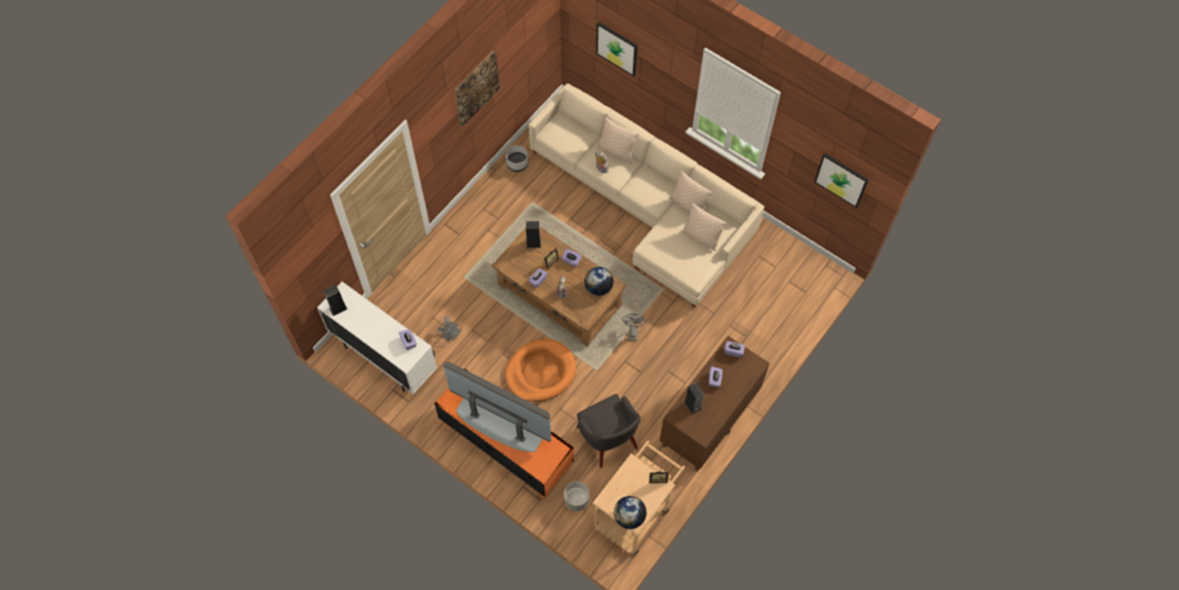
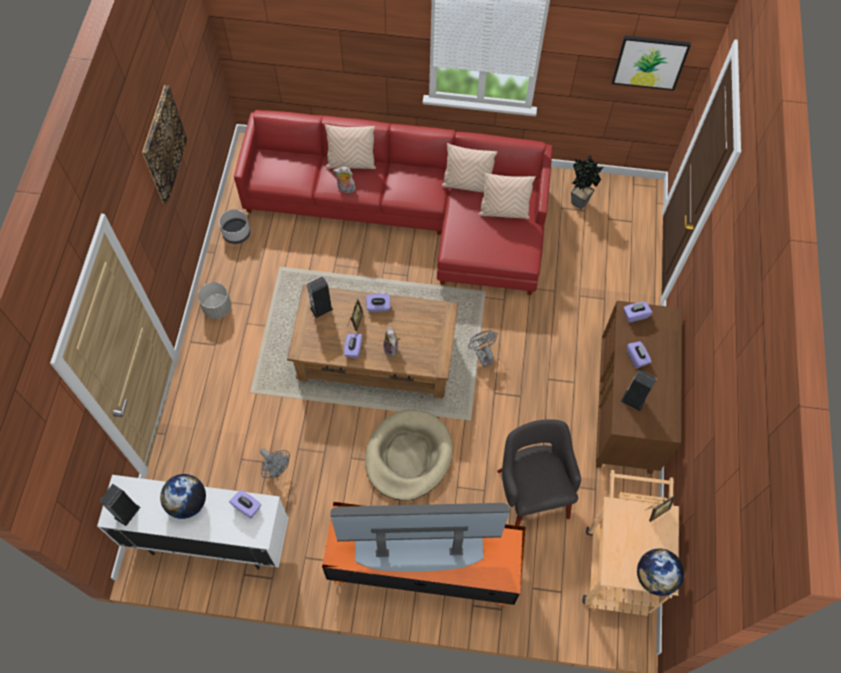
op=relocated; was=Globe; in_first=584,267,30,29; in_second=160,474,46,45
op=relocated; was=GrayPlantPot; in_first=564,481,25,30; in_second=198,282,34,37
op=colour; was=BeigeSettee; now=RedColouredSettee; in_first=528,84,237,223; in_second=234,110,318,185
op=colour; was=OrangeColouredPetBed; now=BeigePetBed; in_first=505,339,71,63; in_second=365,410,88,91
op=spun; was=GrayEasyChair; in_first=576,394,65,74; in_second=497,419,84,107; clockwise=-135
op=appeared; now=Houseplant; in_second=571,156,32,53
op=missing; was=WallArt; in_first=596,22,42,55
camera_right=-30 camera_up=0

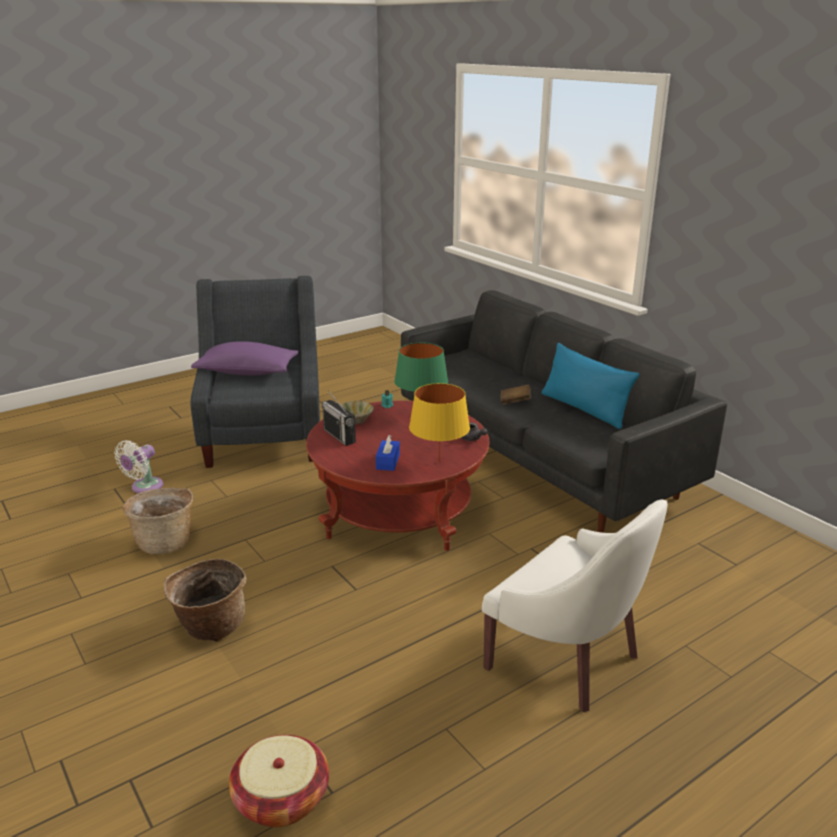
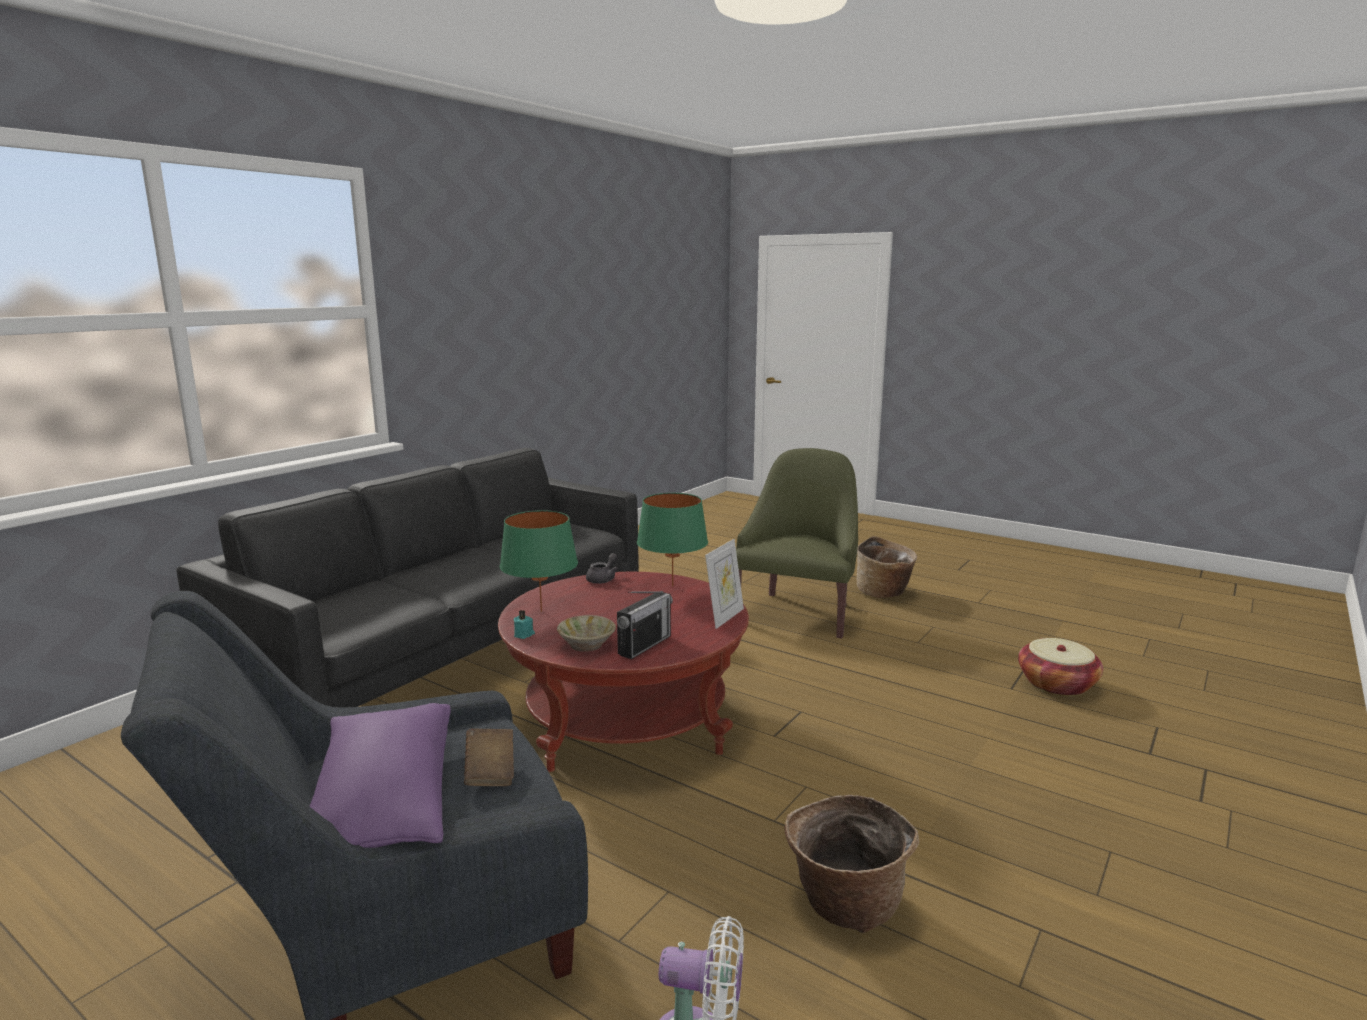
op=relocated; was=BrownBoundBook; in_first=501,384,30,21; in_second=464,728,50,58
op=colour; was=YellowColouredLampForATable; now=GreenColouredLampForATable; in_first=409,383,61,80; in_second=637,493,71,93
op=appeared; now=PhotoFrame; in_second=705,539,39,90
op=colour; was=WhiteEasyChair; now=GreenColouredEasyChair; in_first=482,499,186,213; in_second=736,448,122,190
op=relocated; was=HouseholdBasket; in_first=164,559,82,83; in_second=857,536,60,62
op=missing; was=BlueColouredTissueHolder; in_first=376,435,24,36
op=missing; was=BlueColouredPillow; in_first=542,343,97,86
camera_right=-110 camera_up=-10

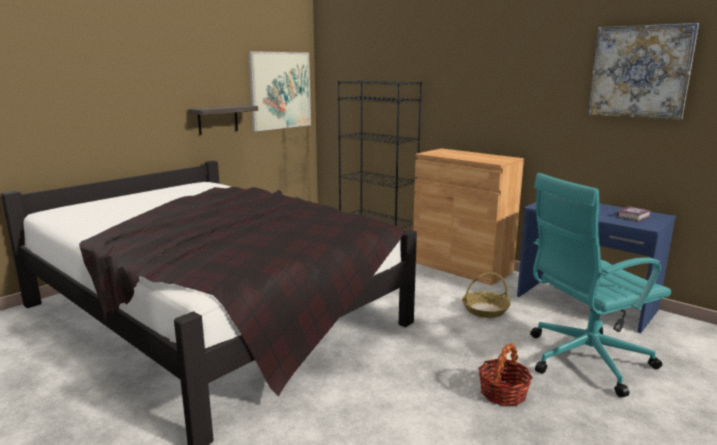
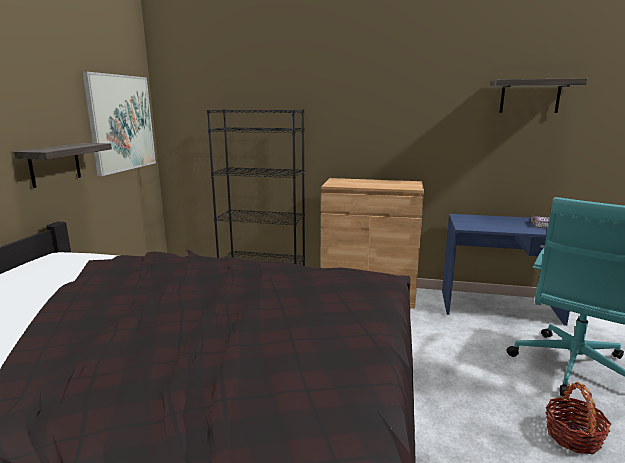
op=exchanged; was=WallArt; now=BracketShelf; in_first=588,23,111,97; in_second=490,78,97,35
op=missing; was=HouseholdBasket; in_first=462,272,49,46
camera_right=-30 camera_up=0

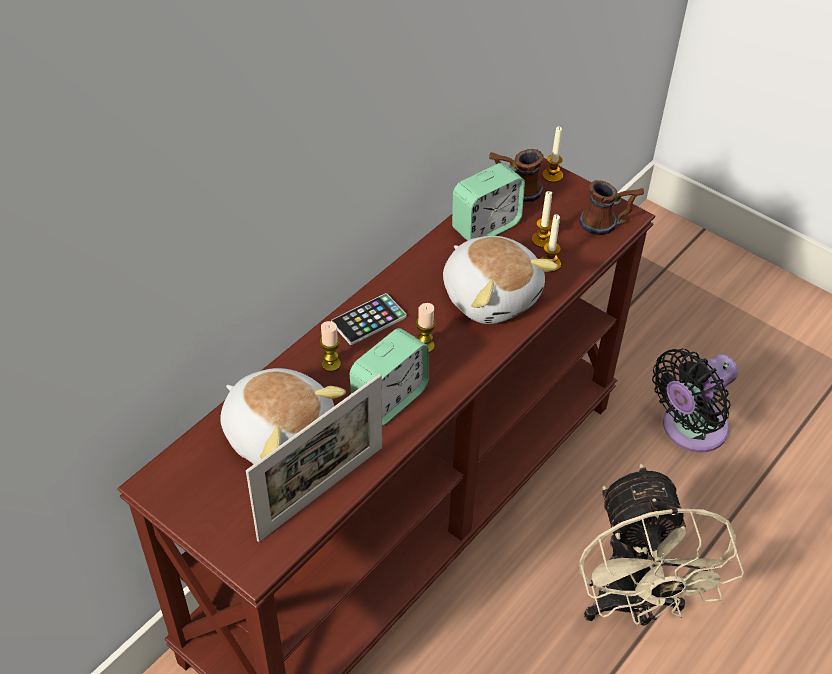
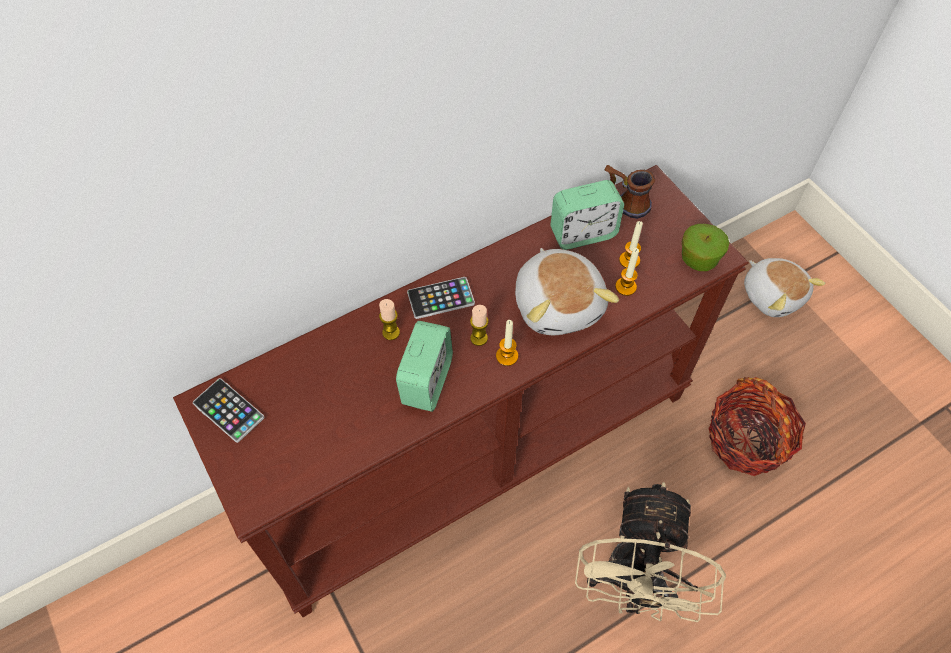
op=appeared; now=Handset; in_second=193,378,72,65
op=spun; was=AlarmClock; in_first=350,328,79,98; in_second=396,321,57,91; clockwise=-45
op=relocated; was=WaxLight; in_first=542,126,21,57; in_second=496,320,22,46
op=exchanged; was=CoffeeMug; now=WholeApple; in_first=579,180,65,55; in_second=682,224,47,47
op=exchanged; was=BlackColouredFan; now=HouseholdBasket; in_first=652,349,86,103; in_second=708,377,98,99
op=relocated; was=CuddlyToy; in_first=220,368,126,96; in_second=744,258,81,59
op=missing; was=PhotoFrame; in_first=246,374,136,168
camera_right=20 camera_up=10

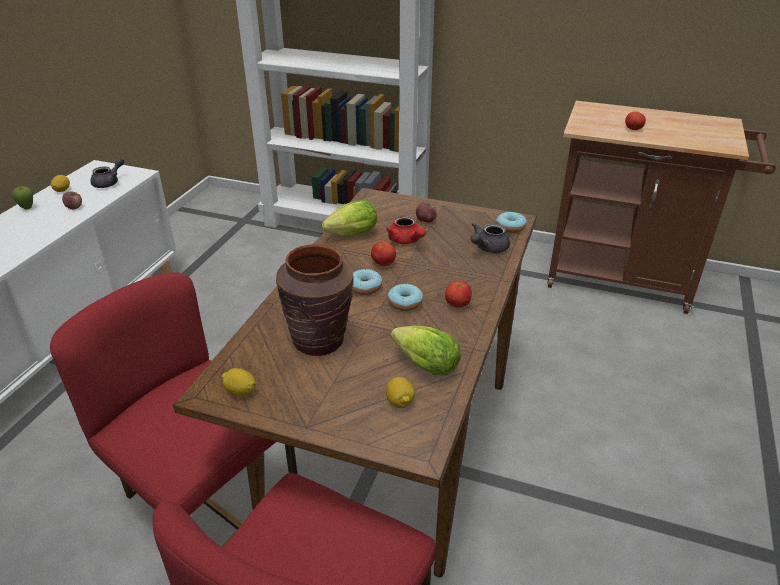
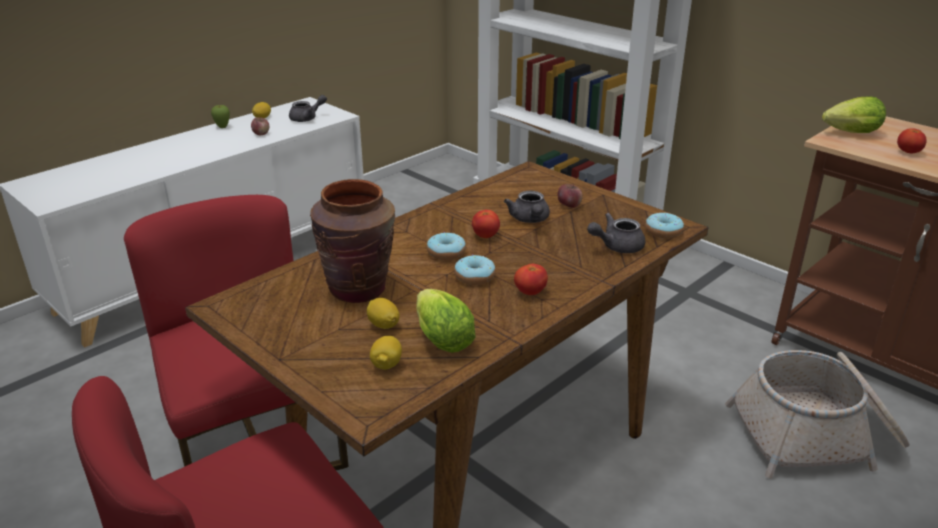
op=relocated; was=WholeLemon; in_first=222,368,34,28; in_second=367,298,33,31
op=colour; was=RedColouredPotForTea; now=GrayPotForTea; in_first=386,216,40,28; in_second=504,191,46,32
op=appeared; now=HouseholdBasket; in_second=725,350,185,129
op=relocated; was=HeadOfLettuce; in_first=322,200,55,35; in_second=822,96,64,37
camera_right=25 camera_up=-5

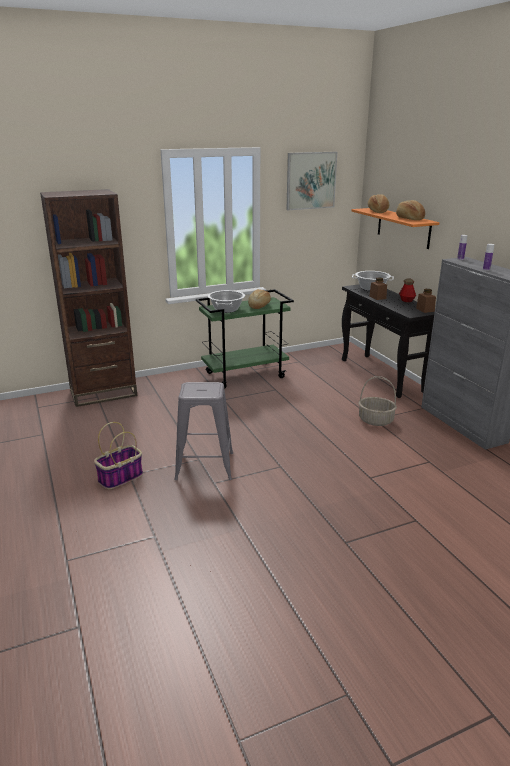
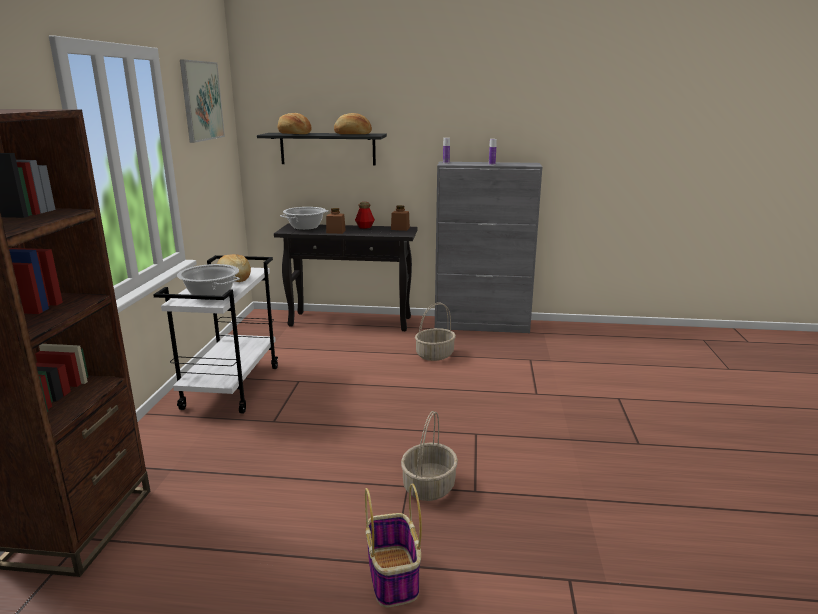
op=colour; was=GreenColouredWheeledCart; now=WhiteWheeledCart; in_first=196,289,98,100; in_second=153,255,125,159
op=colour; was=OrangeColouredBracketShelf; now=BlackColouredBracketShelf; in_first=351,208,89,41; in_second=257,133,130,33
op=exchanged; was=GraySittingStool; now=HouseholdBasket; in_first=174,382,59,98; in_second=401,411,57,90
camera_right=-60 camera_up=-5

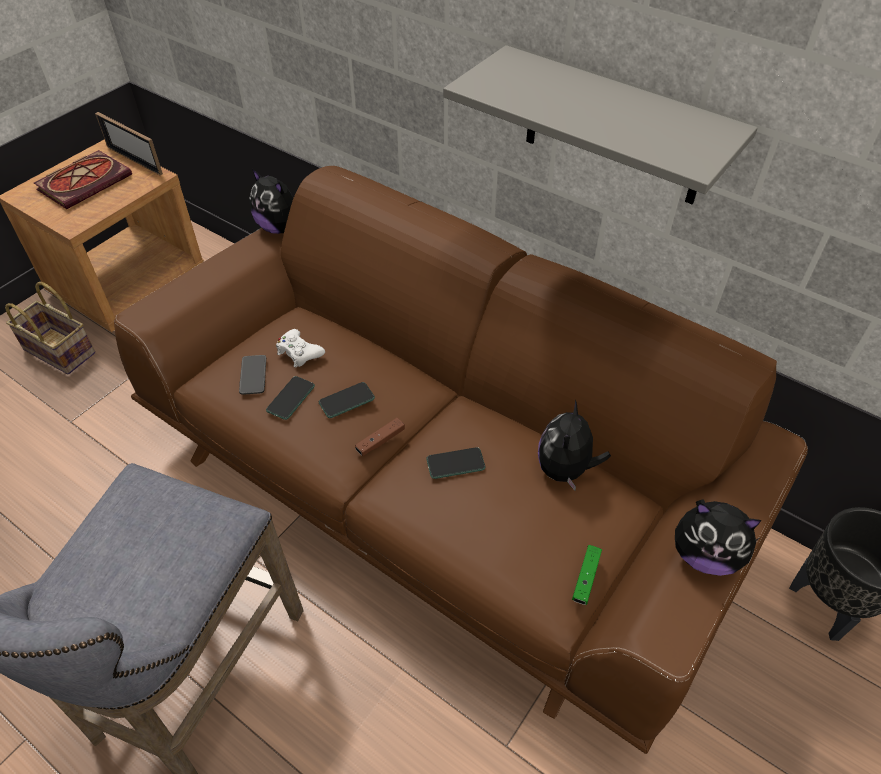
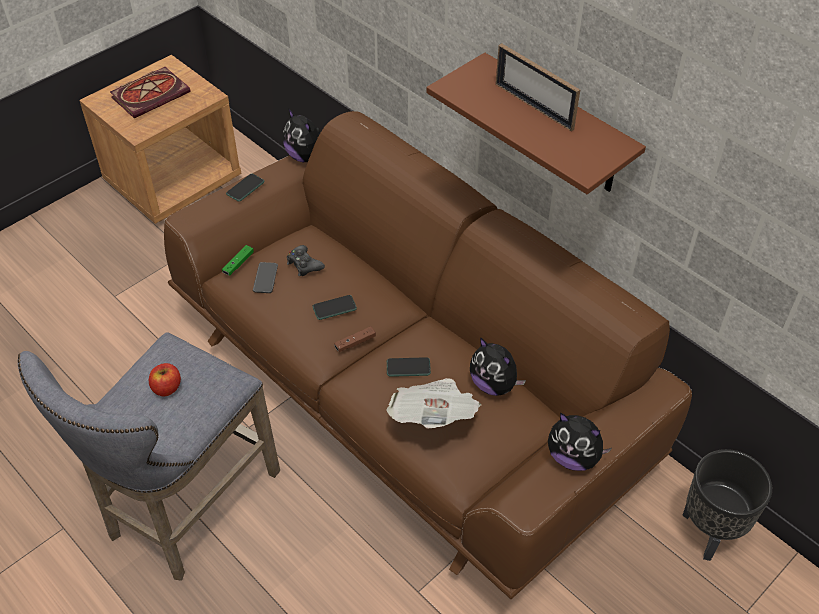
op=appeared; now=WholeApple; in_second=149,363,32,33
op=relocated; was=GreenColouredGamepad; in_first=572,545,30,60; in_second=222,245,32,31
op=relocated; was=Handset; in_first=266,376,49,44; in_second=226,174,38,28
op=colour; was=WhiteGamepad; now=BlackColouredGamepad; in_first=276,329,49,39; in_second=287,245,38,31
op=appeared; now=Newspaper; in_second=387,378,94,50
op=colour; was=GrayBracketShelf; now=BrownBracketShelf; in_first=443,45,315,159; in_second=426,53,220,141
op=spun; was=CuddlyToy; in_first=538,399,73,92; in_second=470,337,56,59; clockwise=-75
op=relocated; was=PhotoFrame; in_first=95,112,68,63; in_second=496,43,84,88
op=missing; was=HouseholdBasket; in_first=5,282,90,92
camera_right=10 camera_up=0

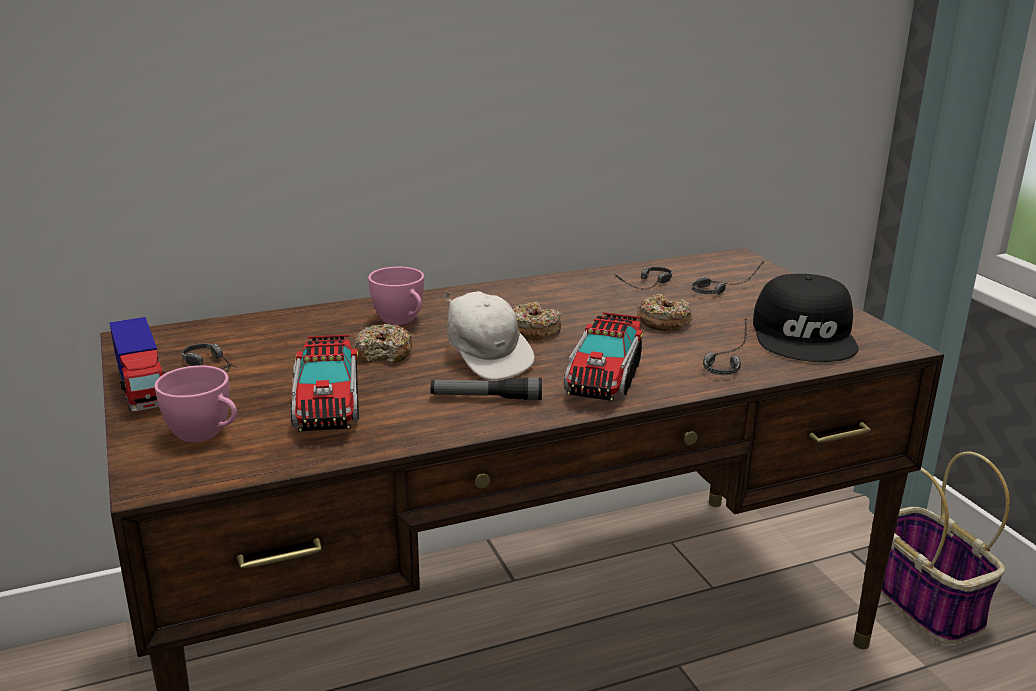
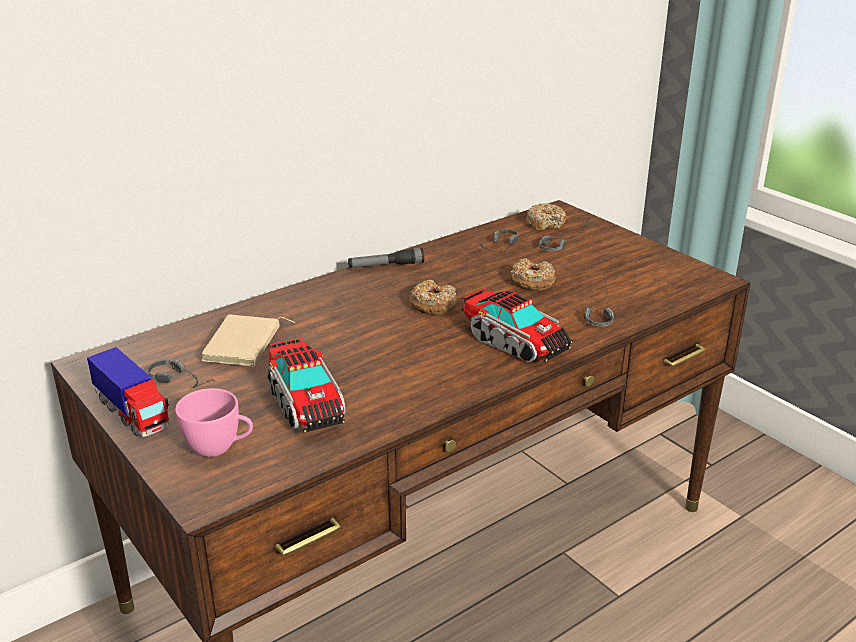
op=appeared; now=BeigeBoundBook; in_second=202,315,94,52
op=relocated; was=Torch; in_first=431,377,111,23; in_second=348,248,76,20
op=spun; was=ModelTruck; in_first=564,312,79,89; in_second=461,287,112,75; clockwise=-45
op=relocated; was=Doughnut; in_first=354,324,59,40; in_second=526,203,40,27
op=missing; was=PinkishCup; in_first=368,267,56,58
op=missing; was=WhitePeakedCap; in_first=444,291,91,90
op=missing; was=BlackColouredPeakedCap; in_first=753,274,106,88
op=missing; was=HouseholdBasket; in_first=881,451,129,193
camera_right=-15 camera_up=5

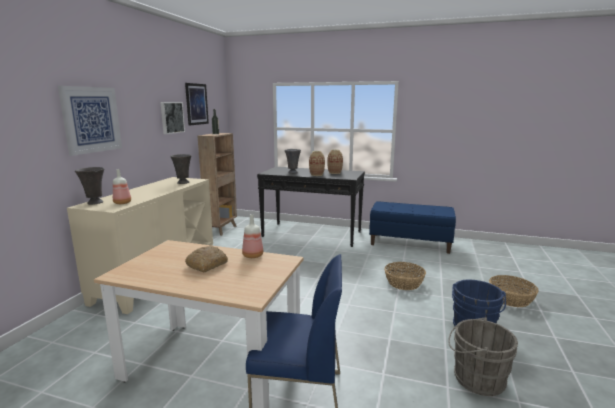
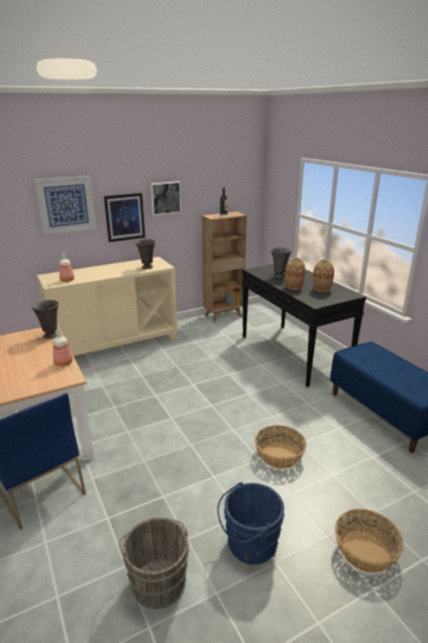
op=relocated; was=GrayVase; in_first=75,167,29,38; in_second=31,300,28,39
op=relocated; was=WallArt; in_first=185,83,24,43; in_second=104,193,41,49
op=missing; was=BakedBread; in_first=185,246,43,26
camera_right=45 camera_up=10

